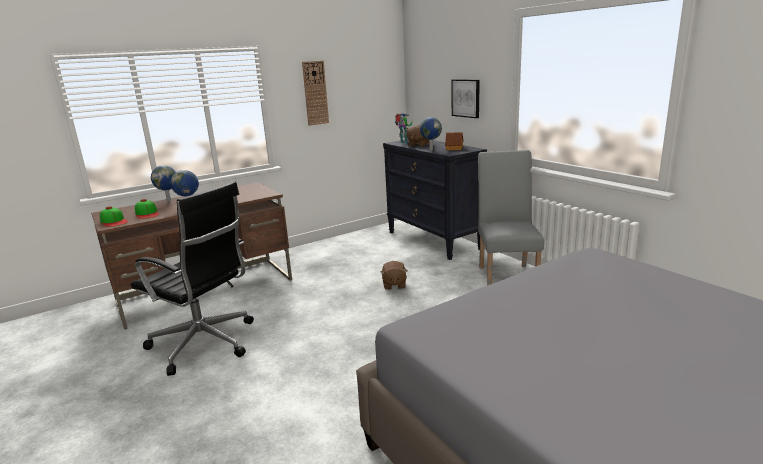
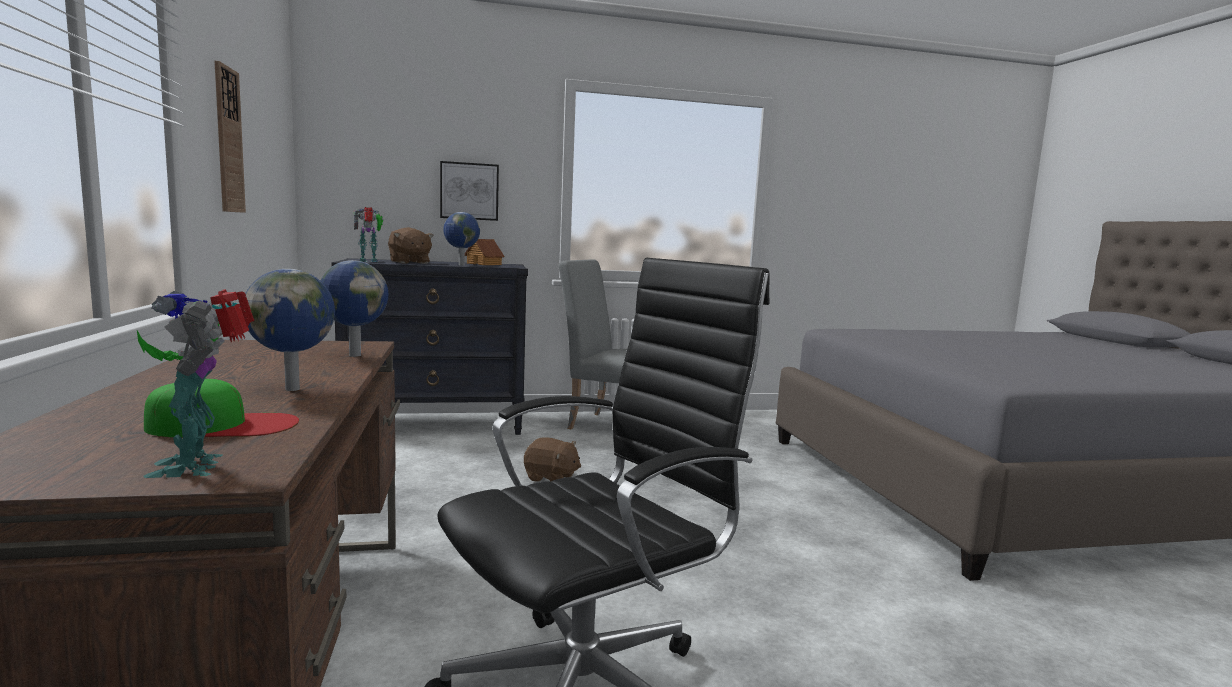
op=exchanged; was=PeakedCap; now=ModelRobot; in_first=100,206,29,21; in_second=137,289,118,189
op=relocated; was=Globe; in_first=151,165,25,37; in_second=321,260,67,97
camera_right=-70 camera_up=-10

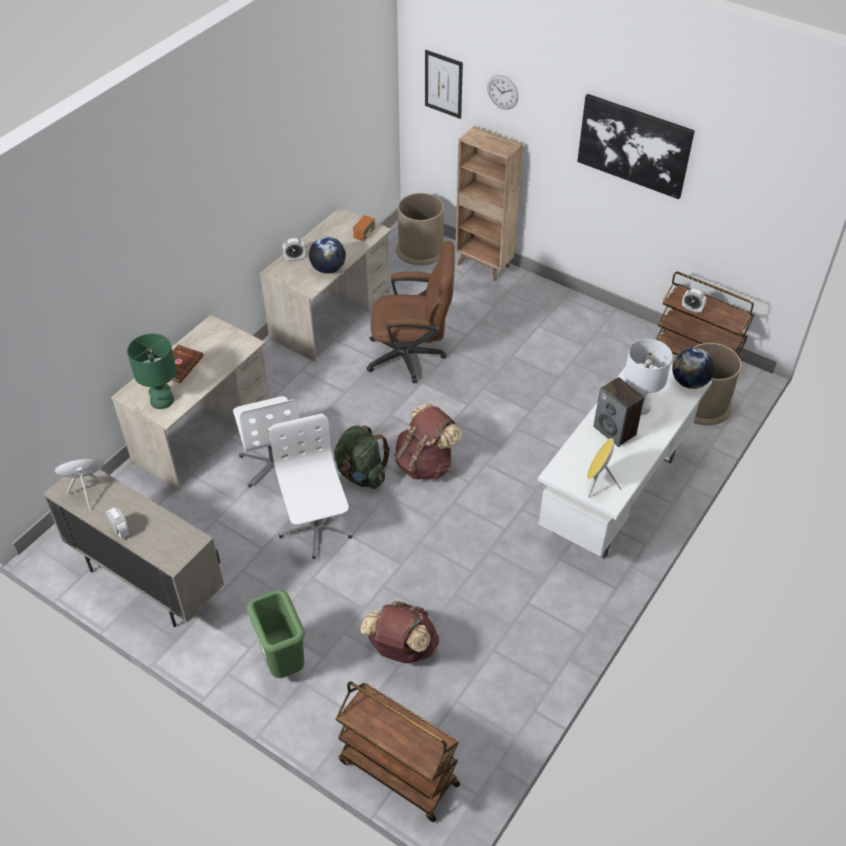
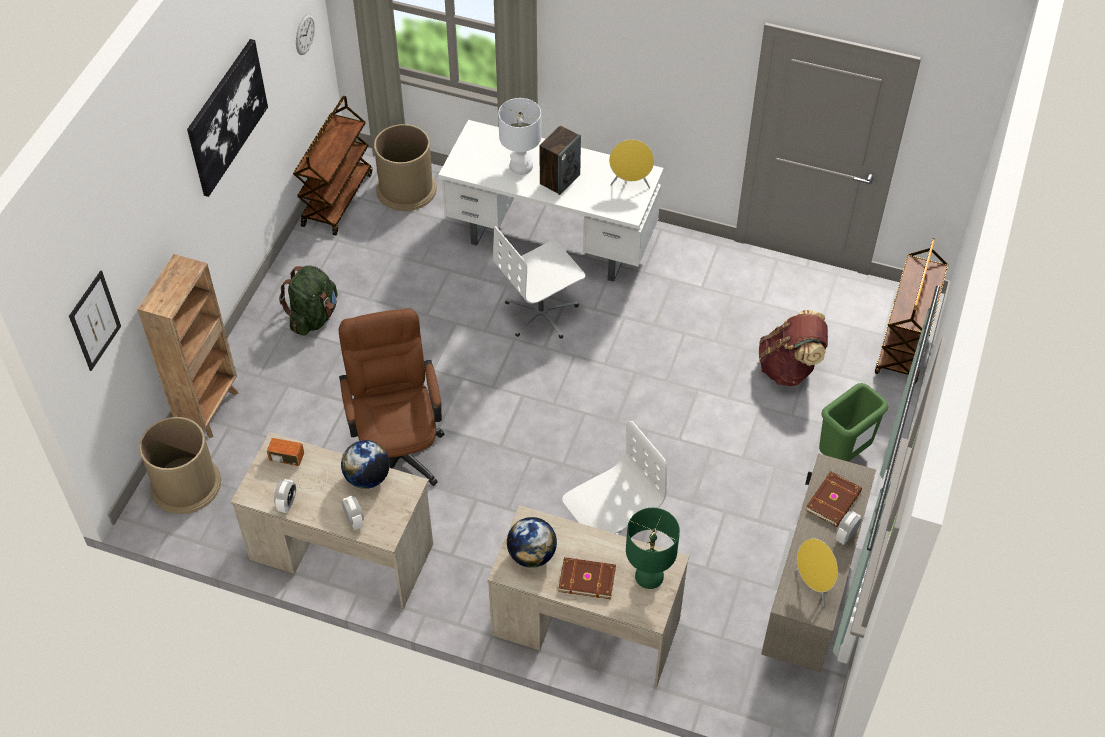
op=relocated; was=AlarmClock; in_first=682,288,24,25; in_second=274,479,22,34
op=relocated; was=GreenColouredKnapsack; in_first=334,425,56,64; in_second=279,266,58,70
op=relocated; was=WallClock; in_first=487,75,31,35; in_second=296,14,19,41
op=relocated; was=WhiteComputerChair; in_first=270,414,83,145; in_second=493,226,92,113
op=relocated; was=Globe; in_first=672,348,43,41; in_second=507,517,50,51
op=appeared; now=BrownBoundBook; in_second=806,471,56,56
op=missing; was=BrownKnapsack; in_first=394,403,68,77
camera_right=-105 camera_up=5

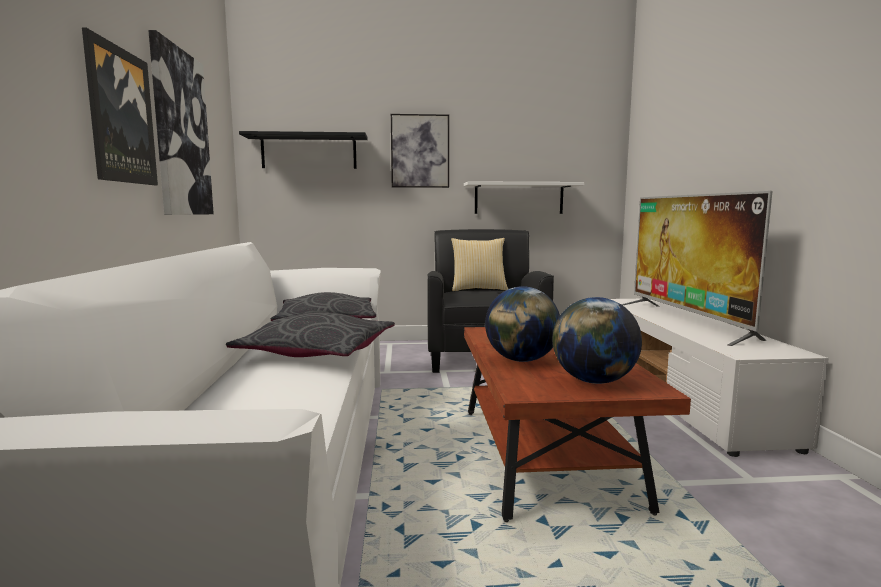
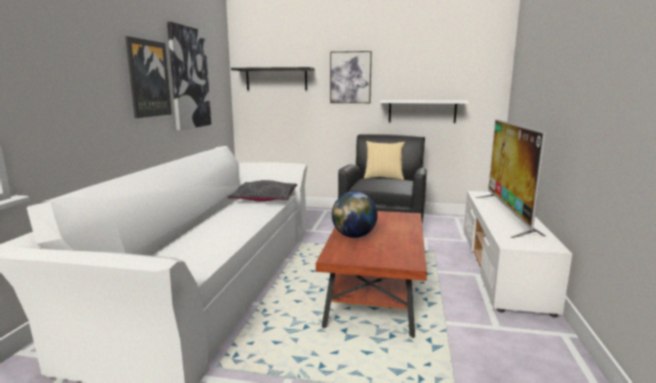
op=missing; was=GrayPillow; in_first=226,312,169,45
op=missing; was=Globe; in_first=553,297,89,87
camera_right=15 camera_up=5

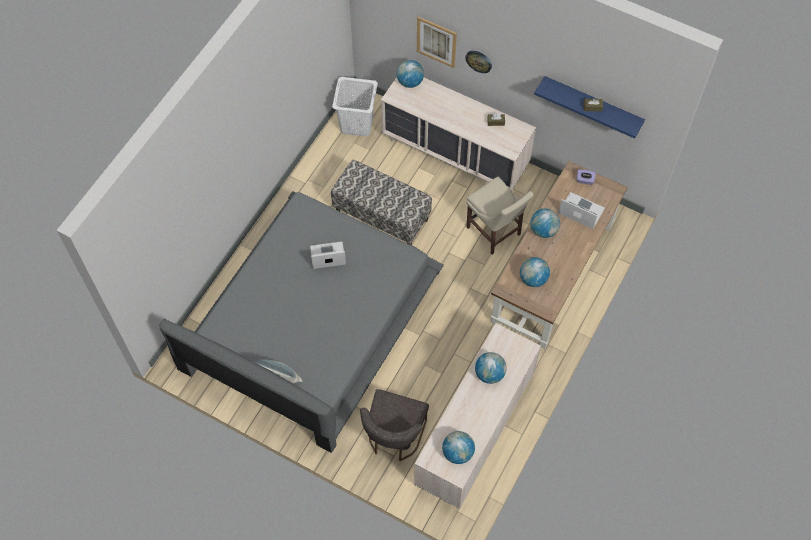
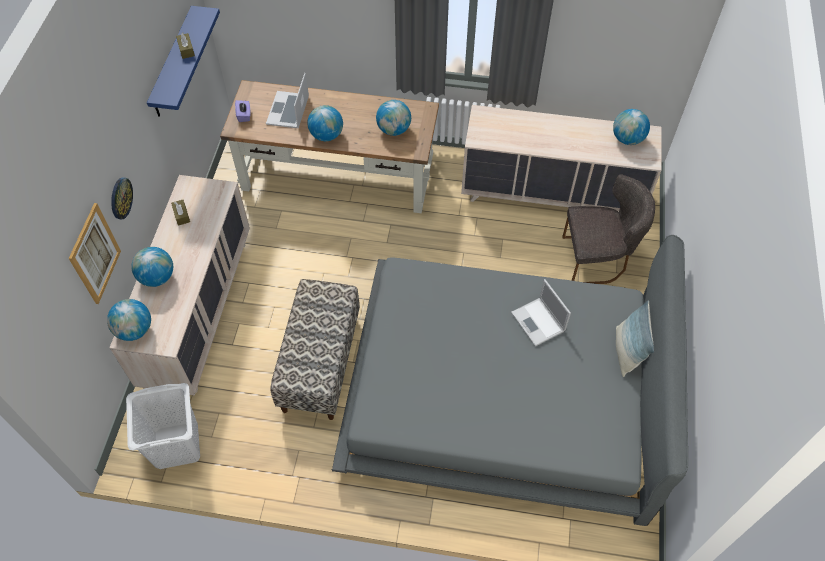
op=relocated; was=Globe; in_first=475,352,32,32; in_second=131,247,42,40
op=relocated; was=PortableComputer; in_first=310,241,36,28; in_second=511,279,60,67
op=missing; was=BeigePlainChair; in_first=466,177,68,77
camera_right=-110 camera_up=-5

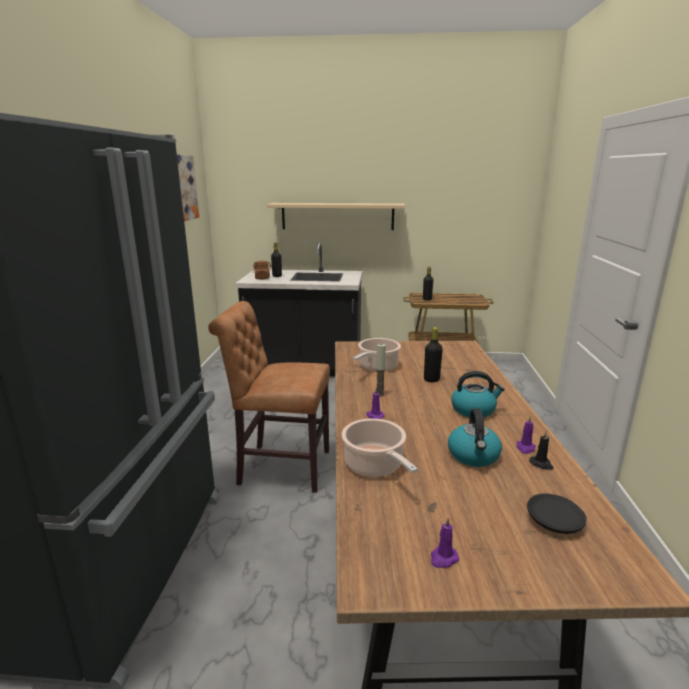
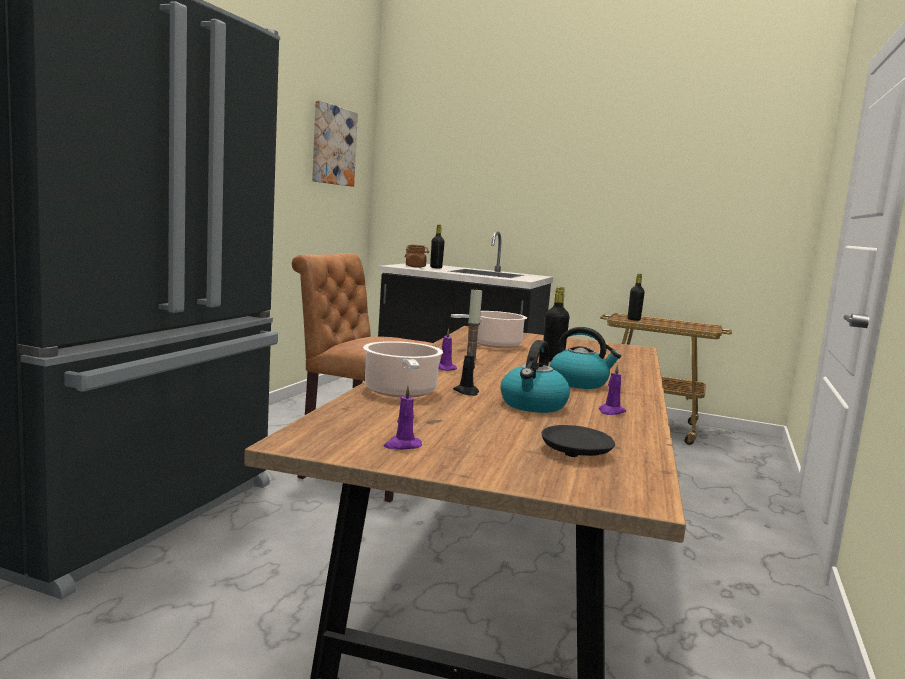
op=relocated; was=BlackColouredWaxLight; in_first=529,431,25,39; in_second=453,347,26,49
op=missing; was=BeigeBracketShelf; in_first=267,203,138,27
camera_right=15 camera_up=-10

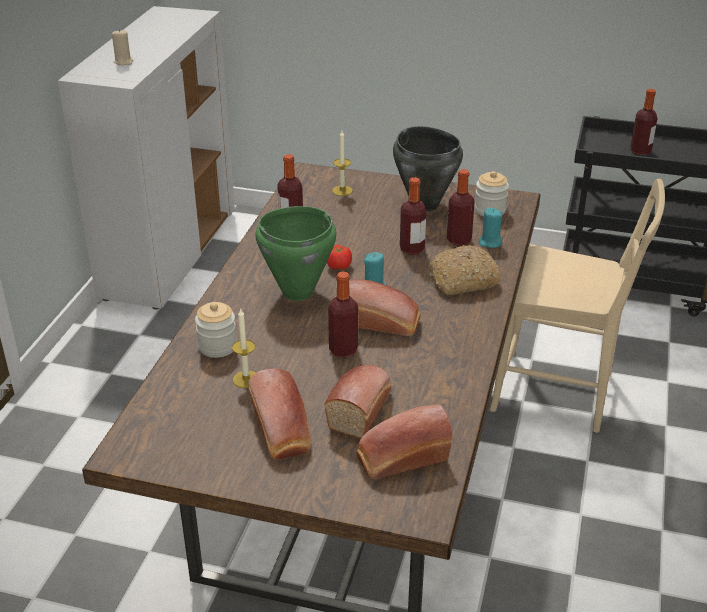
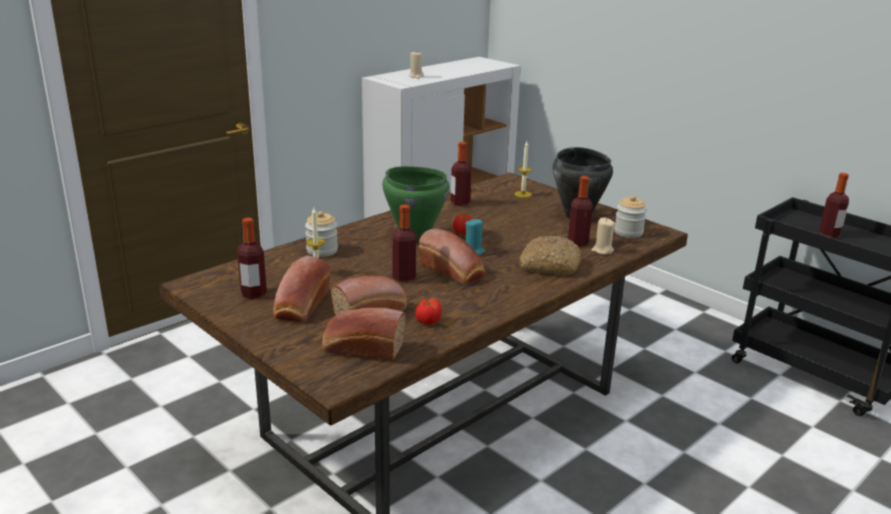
op=relocated; was=DrinkBottle; in_first=400,177,26,78; in_second=237,218,30,81
op=appeared; now=Tomato; in_second=415,299,27,26
op=colour; was=TurquoiseColouredWaxLight; now=BeigeWaxLight; in_first=479,208,23,40; in_second=591,217,24,38
op=missing; was=BeigePlainChair; in_first=489,179,176,254
camera_right=30 camera_up=-10

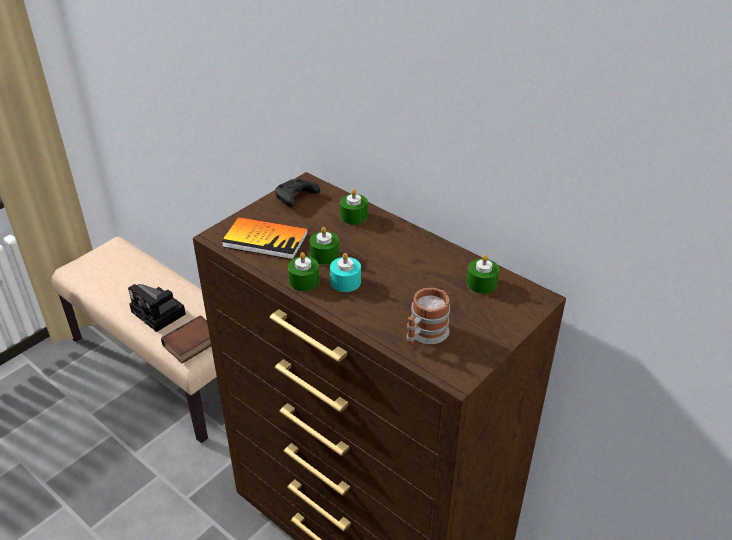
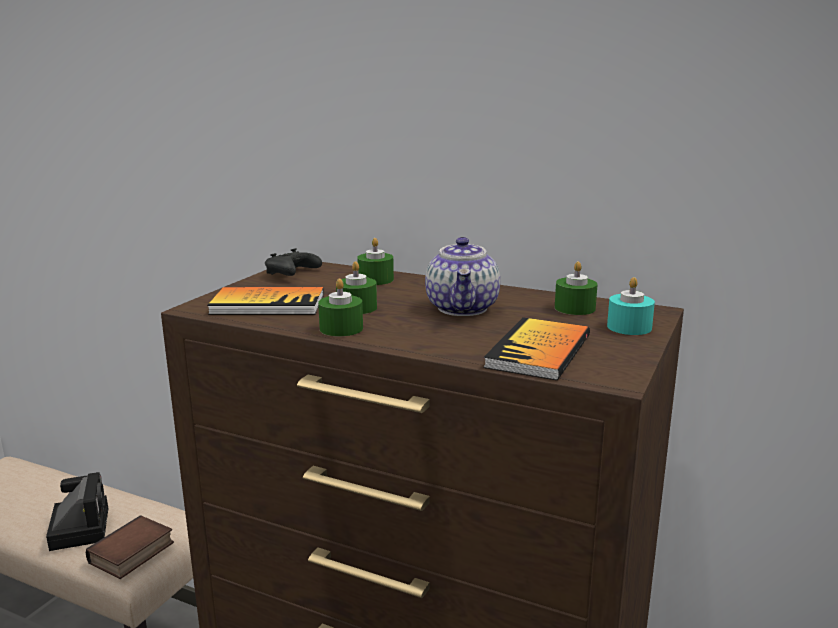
op=spun; was=PhotoCamera; in_first=128,284,58,48; in_second=46,472,62,79; clockwise=-135
op=appeared; now=PotForTea; in_second=425,237,75,79
op=exchanged; was=CoffeeMug; now=BoundBook; in_first=407,288,43,56; in_second=484,317,106,63
op=relocated; was=TurquoiseColouredWaxLight; in_first=330,253,31,39; in_second=607,277,48,58
camera_right=-15 camera_up=-20

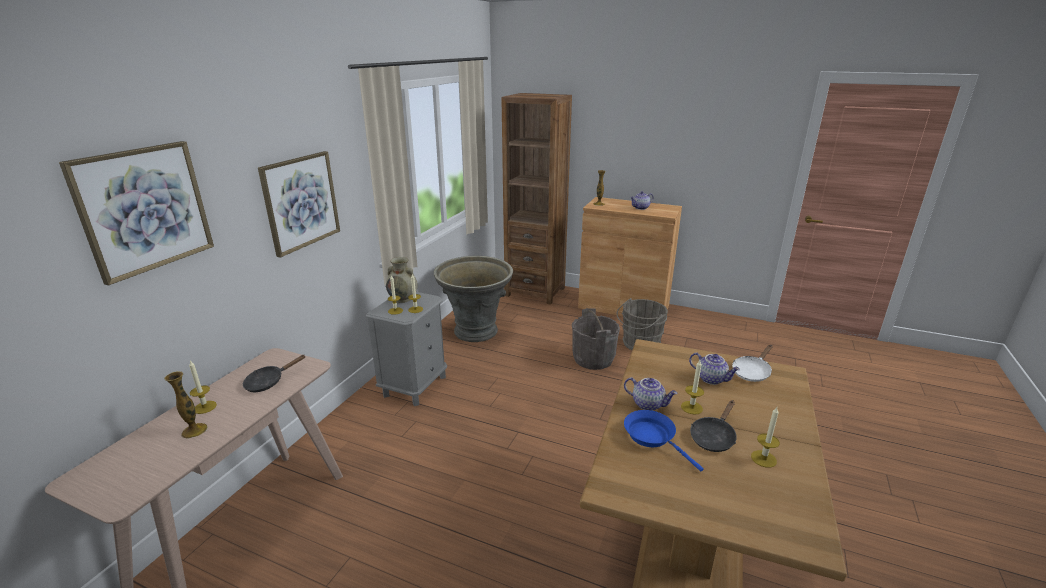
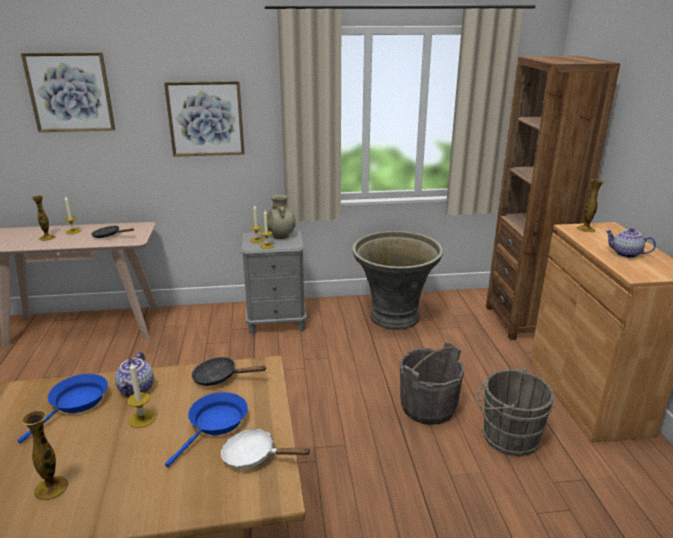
op=exchanged; was=WaxLight; now=Vase; in_first=751,407,29,61; in_second=21,410,48,91
op=exchanged; was=PotForTea; now=BlueColouredPan; in_first=689,353,51,32; in_second=165,392,83,75
op=relocated; was=BlackColouredPan; in_first=690,400,47,52; in_second=191,357,76,29
camera_right=60 camera_up=0

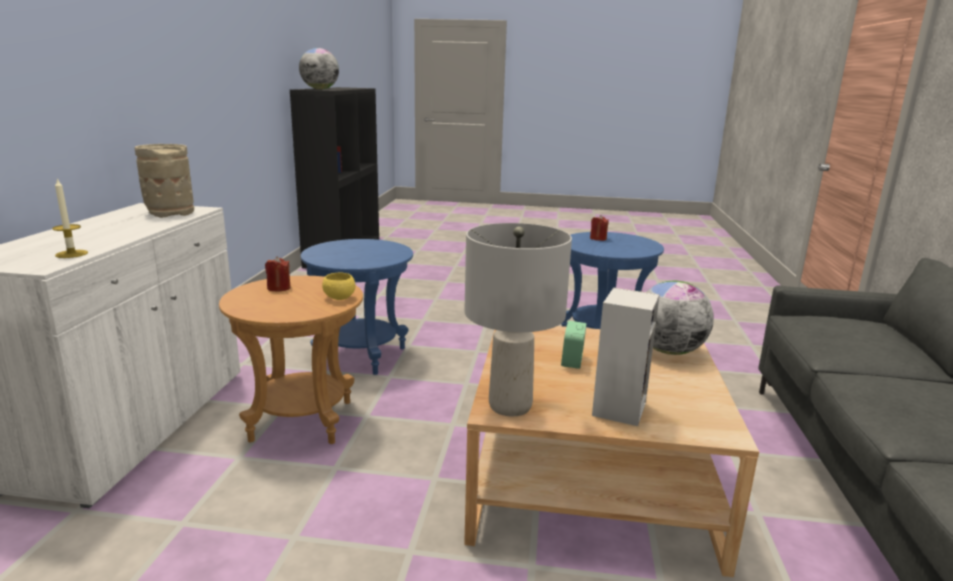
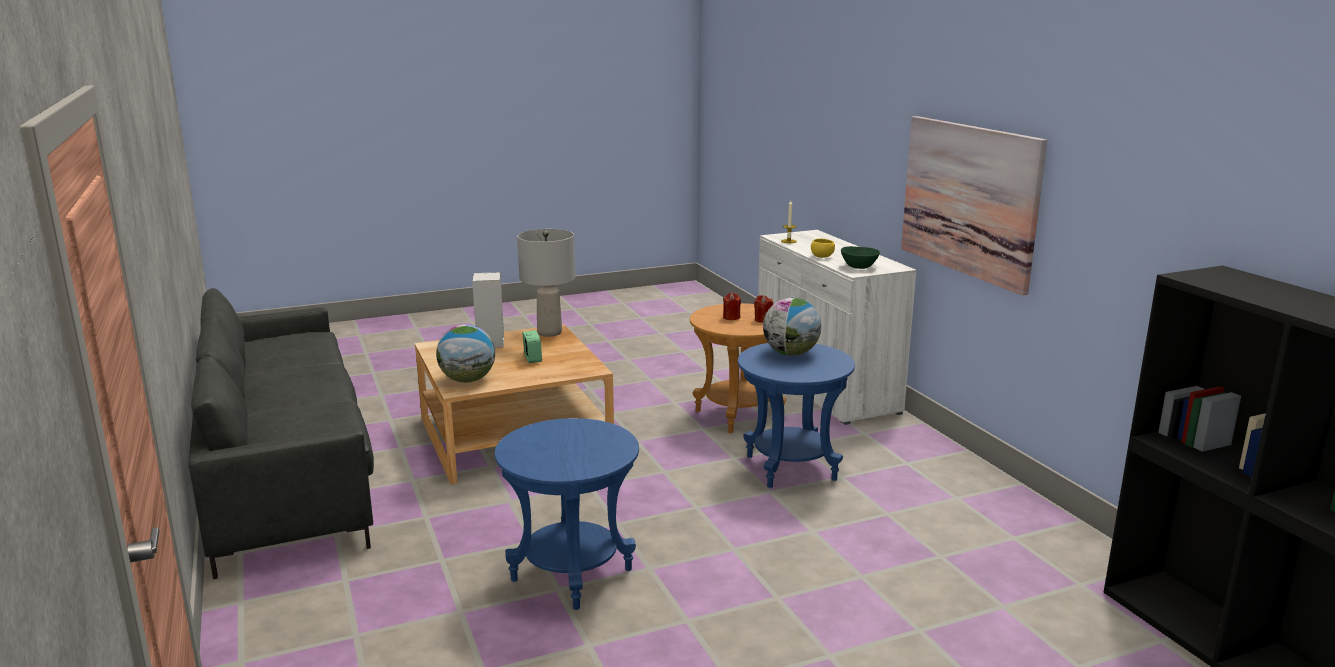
op=relocated; was=RedColouredWaxLight; in_first=590,215,19,26; in_second=723,293,18,27
op=relocated; was=Globe; in_first=299,48,40,41; in_second=763,298,58,58
op=relocated; was=YellowColouredServingBowl; in_first=322,273,33,27; in_second=811,239,24,19
op=exchanged; was=BeigeVase; now=GreenColouredServingBowl; in_first=135,144,59,74; in_second=841,246,39,23
op=appeared; now=WallArt; in_second=901,116,146,179
camera_right=150 camera_up=0

